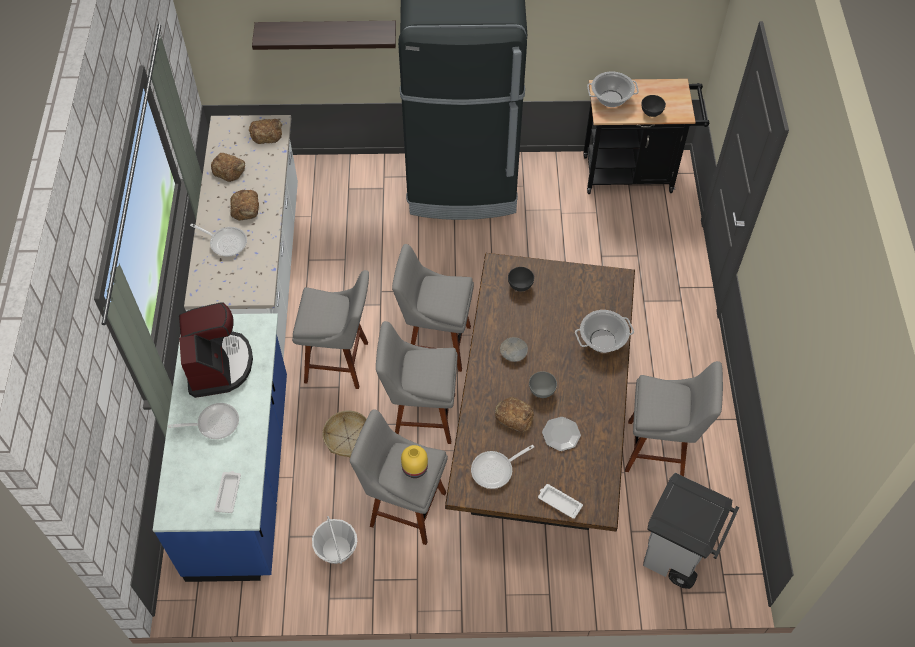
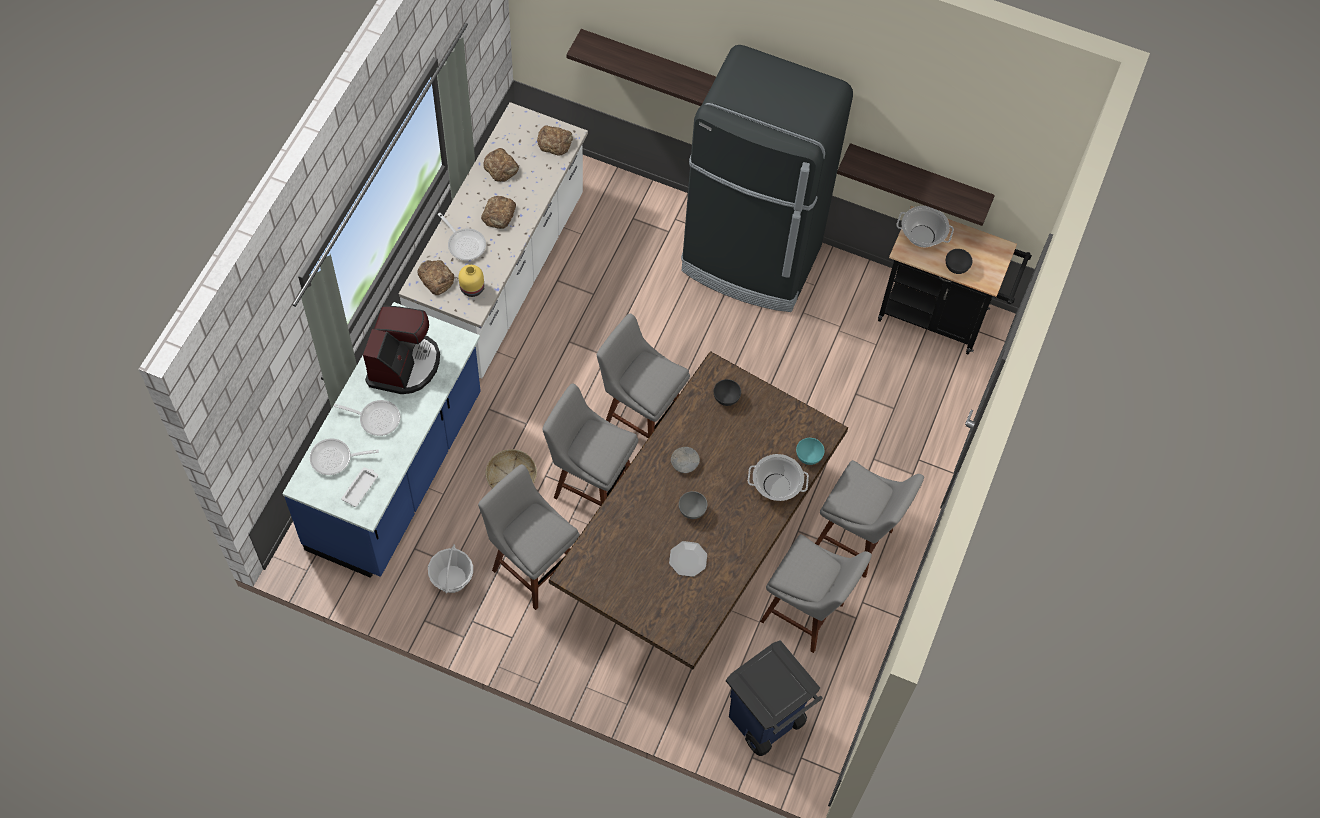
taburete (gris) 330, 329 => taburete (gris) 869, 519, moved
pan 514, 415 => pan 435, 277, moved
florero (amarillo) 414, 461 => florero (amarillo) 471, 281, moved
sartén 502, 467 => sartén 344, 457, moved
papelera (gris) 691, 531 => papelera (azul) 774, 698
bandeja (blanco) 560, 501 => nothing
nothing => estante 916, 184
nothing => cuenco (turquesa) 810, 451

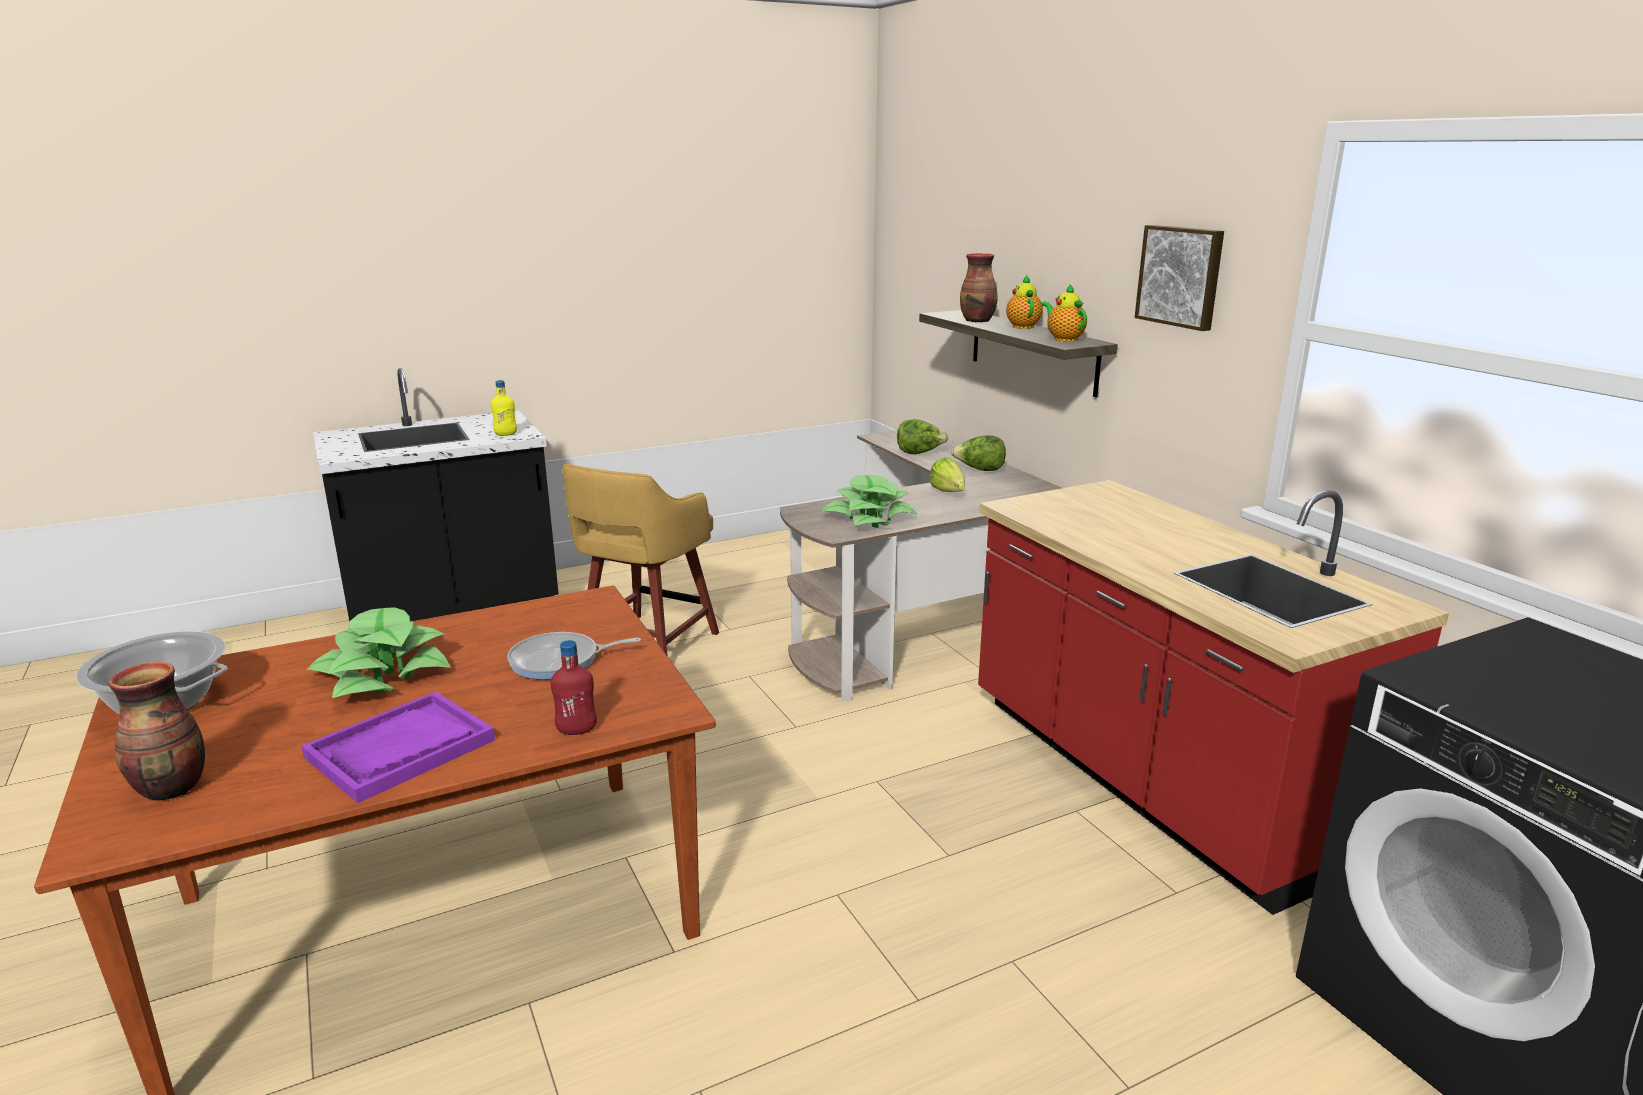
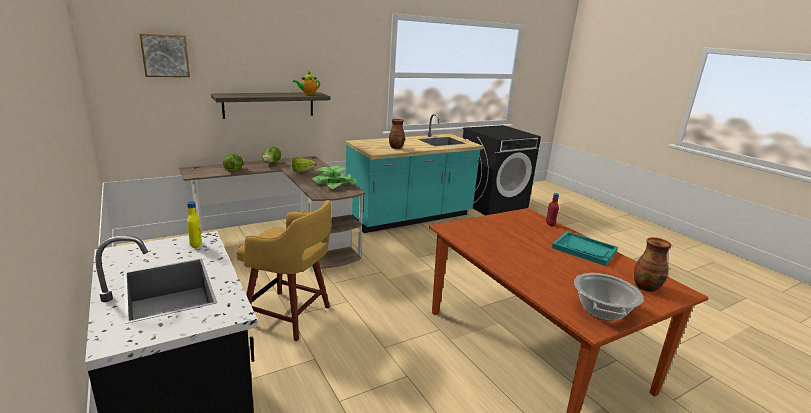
cuadro 1179, 278 => cuadro 164, 55, moved
florero 978, 288 => florero 397, 134, moved
tetera 1024, 302 => nothing
mueble bajo de cocina (rojo) 1213, 697 => mueble bajo de cocina (turquesa) 414, 173
planta en maceta 378, 652 => nothing
sartén 574, 656 => nothing
bandeja (morado) 398, 747 => bandeja (turquesa) 585, 248

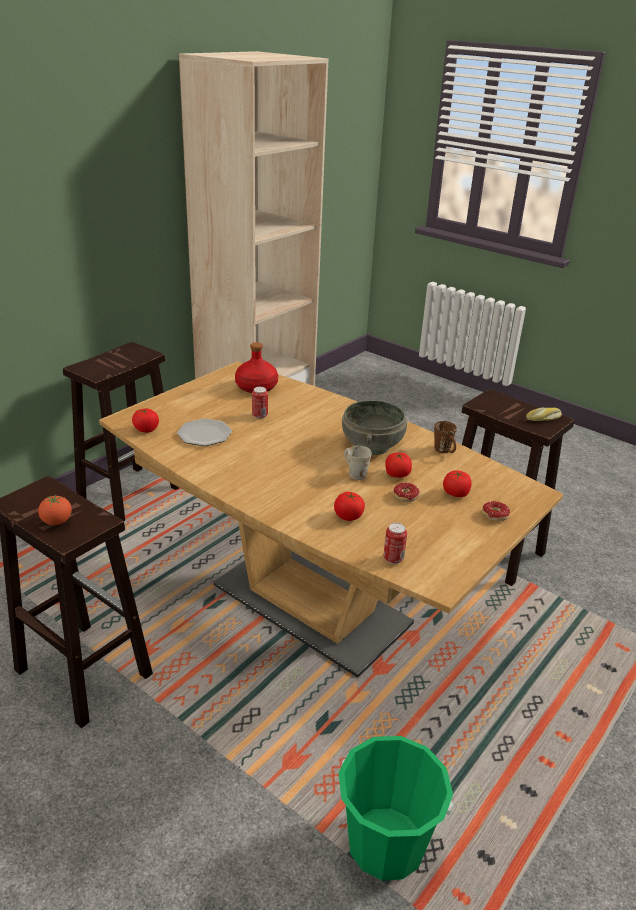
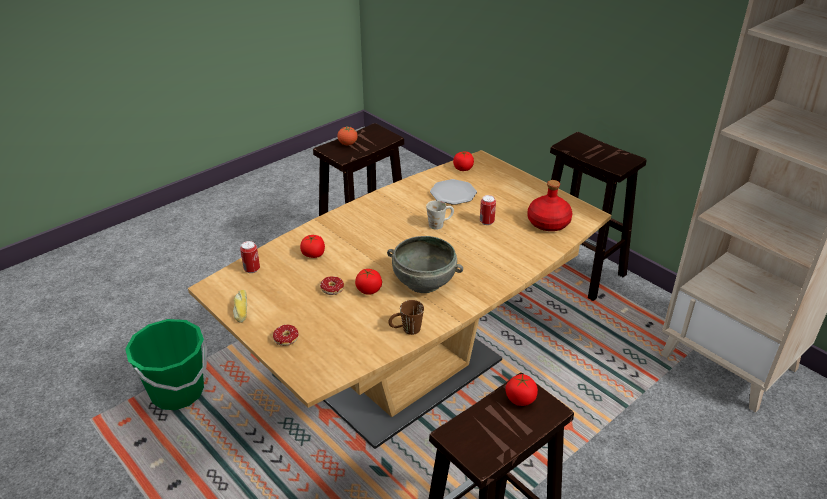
pan 544, 414 => pan 240, 306, moved
taza grande (blanco) 358, 463 => taza grande (blanco) 440, 215, moved
tomate 457, 483 => tomate 522, 390, moved

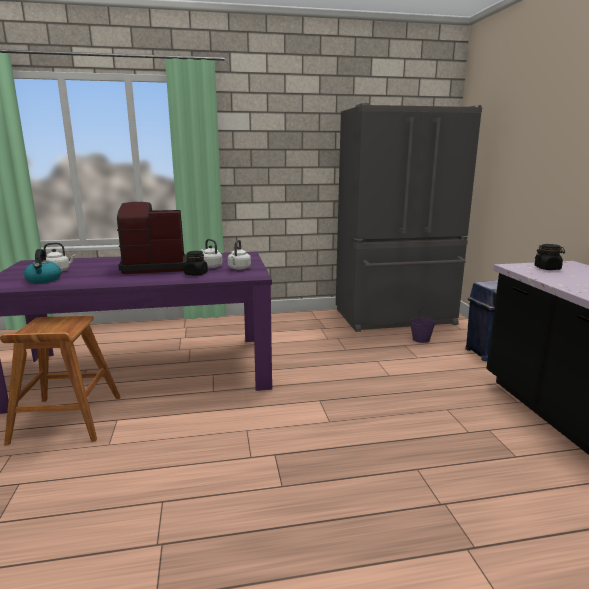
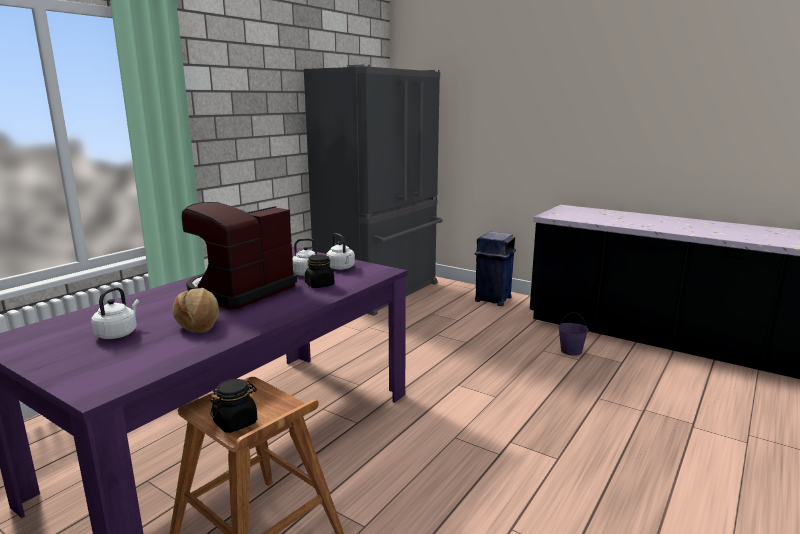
tarro (negro) 549, 257 => tarro (negro) 233, 406, moved
hervidor 42, 266 => nothing
cubo (morado) 423, 325 => cubo (morado) 573, 334, moved
nothing => pan 196, 310

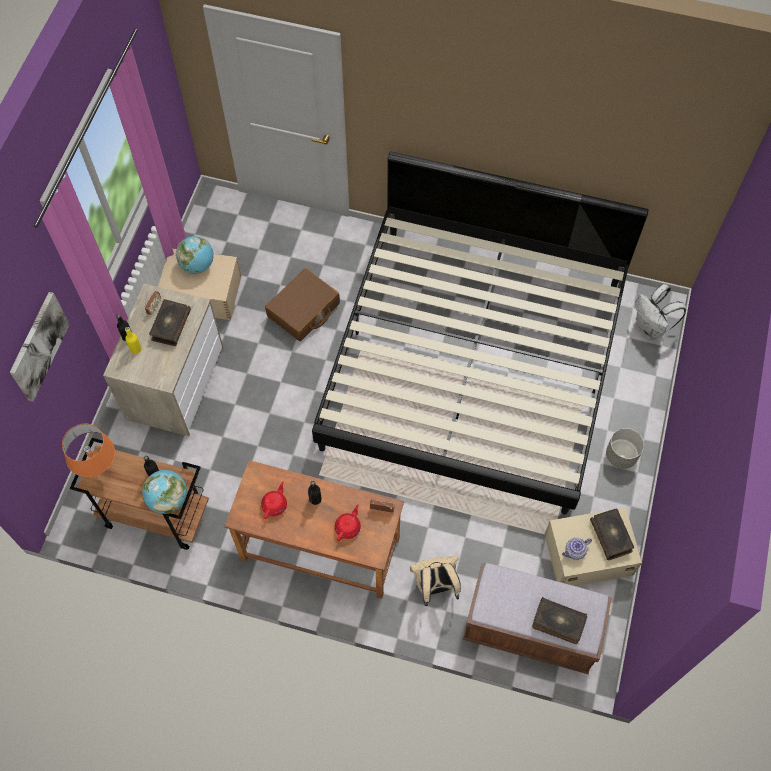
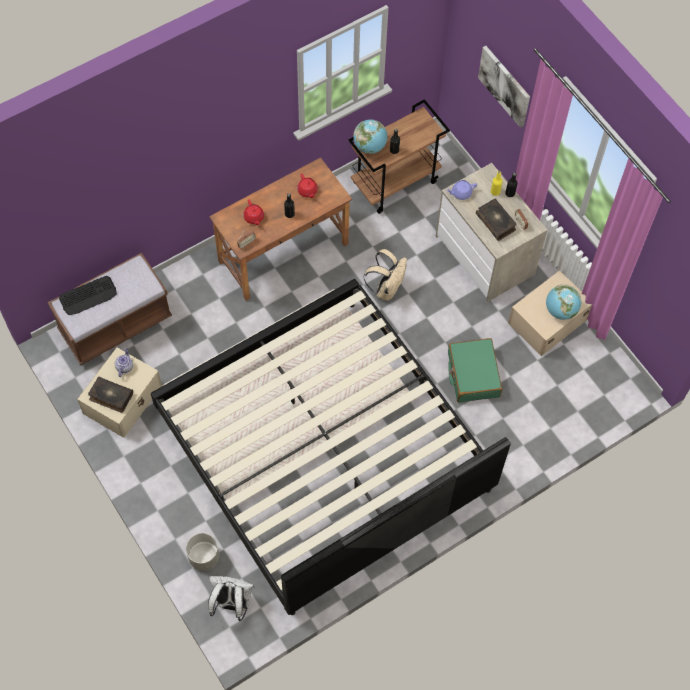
maleta (marrón) 302, 304 => maleta (verde) 475, 370
lámpara de mesa (naranja) 88, 450 => nothing
maceta (gris) 625, 448 => maceta (gris) 202, 552, moved
mochila (beis) 435, 581 => mochila (beis) 385, 275, moved
libro 559, 620 => teclado 88, 295
nothing => tetera (morado) 461, 190

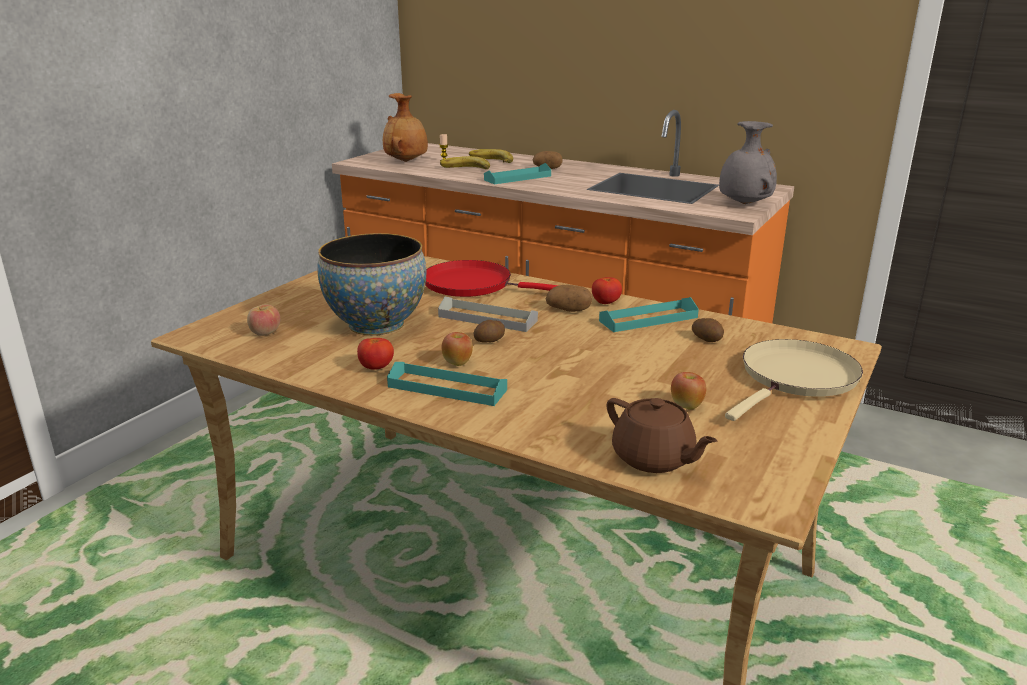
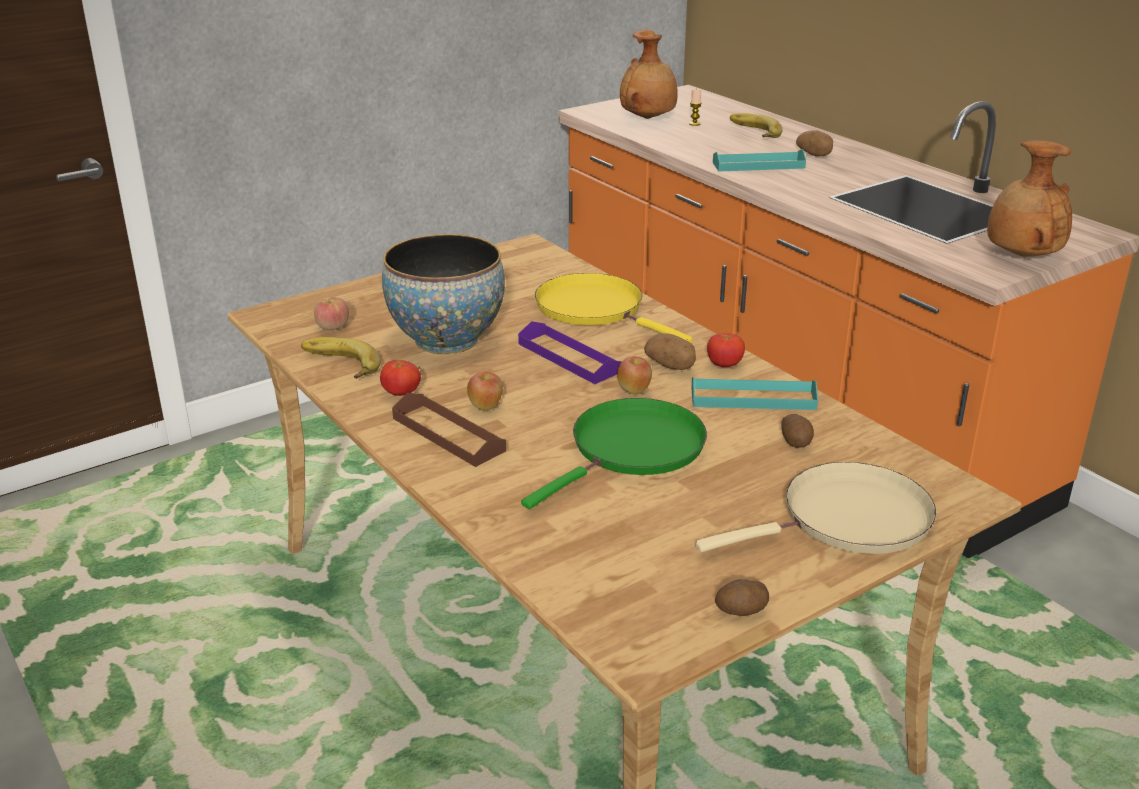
florero (gris) 748, 162 => florero (marrón) 1029, 198
plátano 465, 162 => plátano 341, 358, moved
sartén (rojo) 491, 278 => sartén (amarillo) 614, 308
bandeja (gris) 488, 314 => bandeja (morado) 569, 352
patata 489, 331 => patata 742, 597, moved
bandeja (turquesa) 447, 384 => bandeja (marrón) 449, 430
manzana 688, 391 => manzana 634, 375, moved
tetera (marrón) 662, 435 => nothing
nothing => sartén (verde) 614, 453

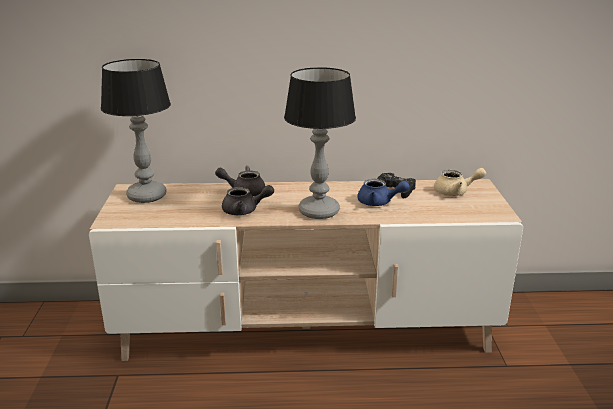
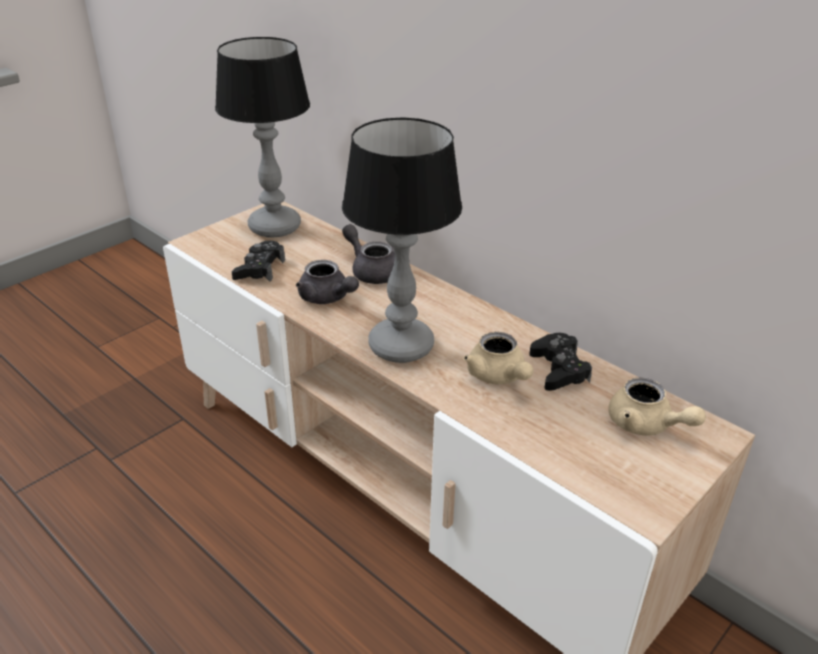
tetera (azul) 383, 192 => tetera (beis) 498, 358
nothing => mando de consola (negro) 258, 261

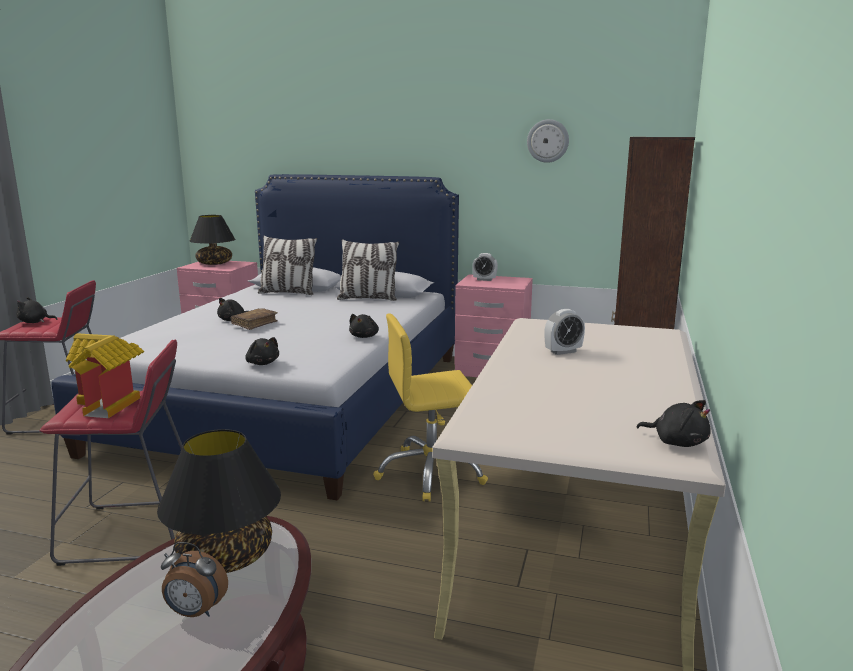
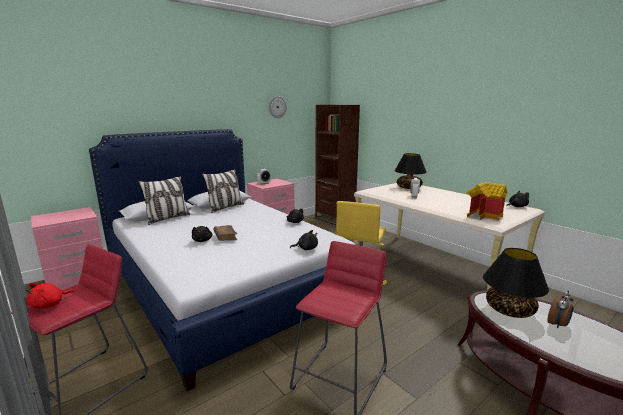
lámpara de mesa (negro) 212, 240 => lámpara de mesa (negro) 410, 171, moved
peluche (negro) 37, 310 => peluche (rojo) 50, 295
casita 105, 375 => casita 486, 201, moved

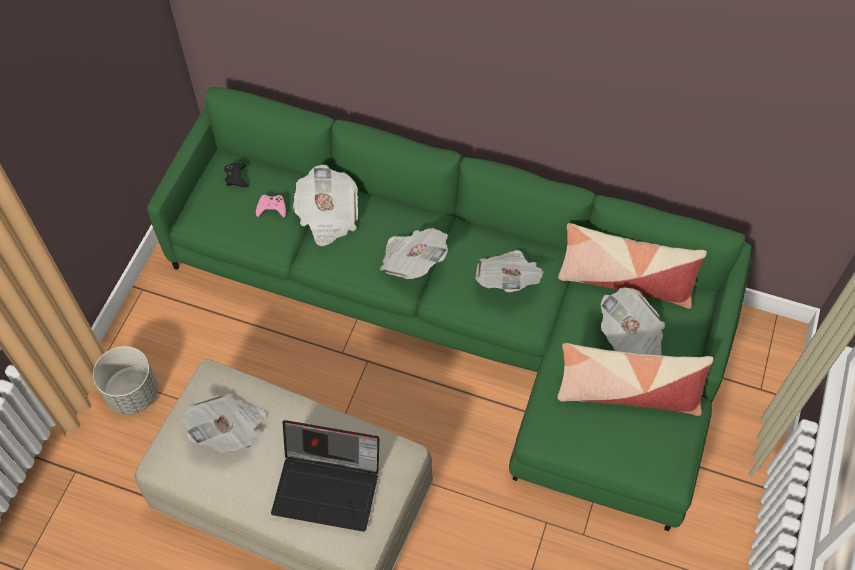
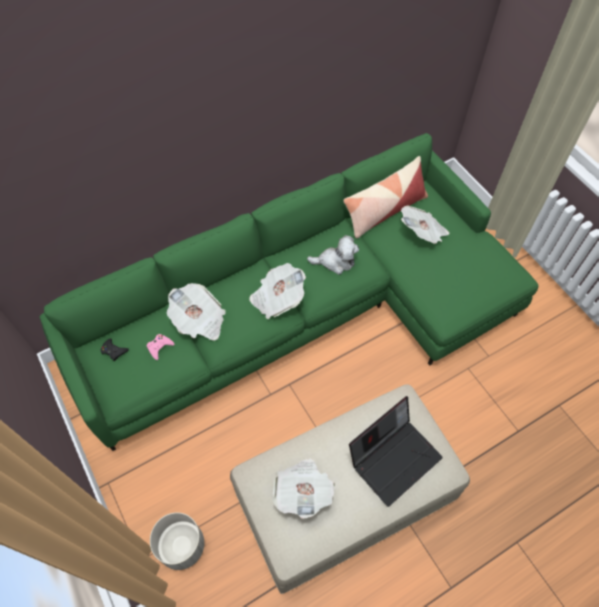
periódico 509, 271 => peluche 333, 255
cojín 635, 379 => nothing

